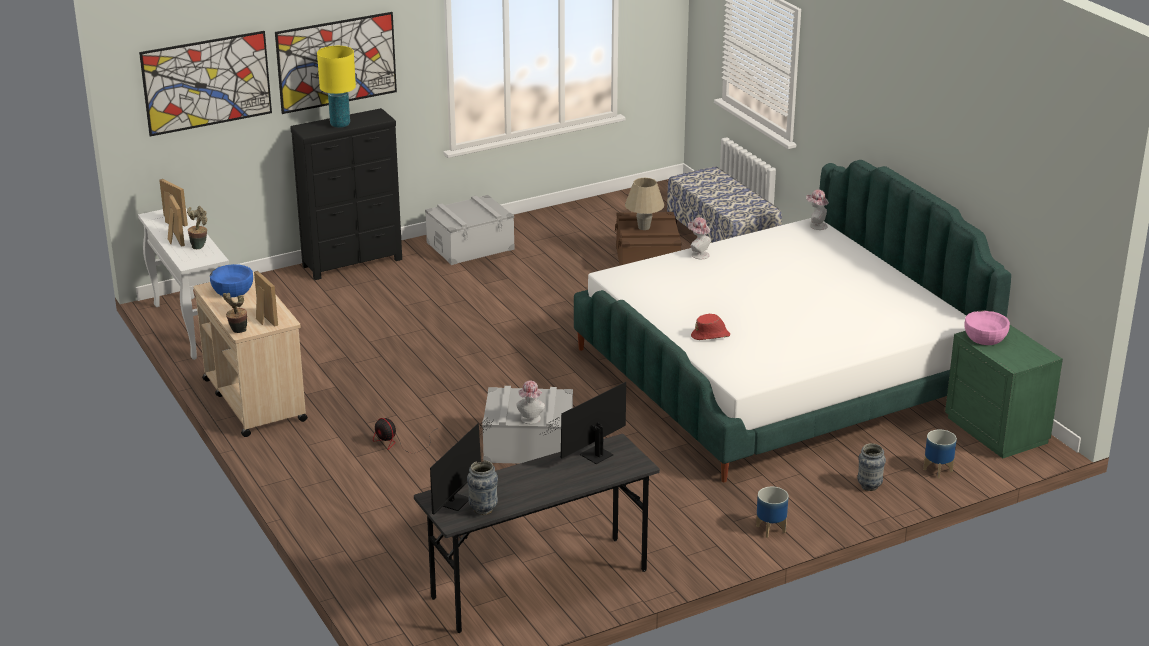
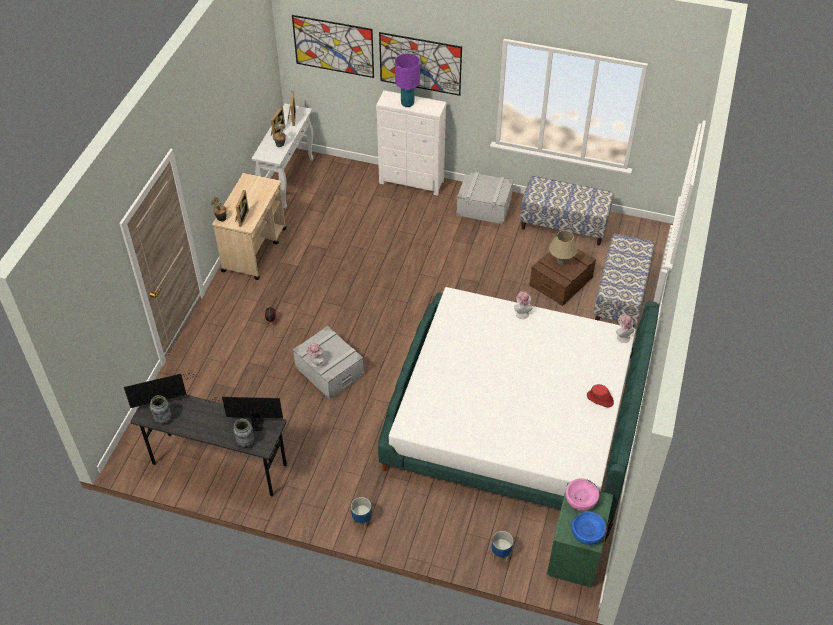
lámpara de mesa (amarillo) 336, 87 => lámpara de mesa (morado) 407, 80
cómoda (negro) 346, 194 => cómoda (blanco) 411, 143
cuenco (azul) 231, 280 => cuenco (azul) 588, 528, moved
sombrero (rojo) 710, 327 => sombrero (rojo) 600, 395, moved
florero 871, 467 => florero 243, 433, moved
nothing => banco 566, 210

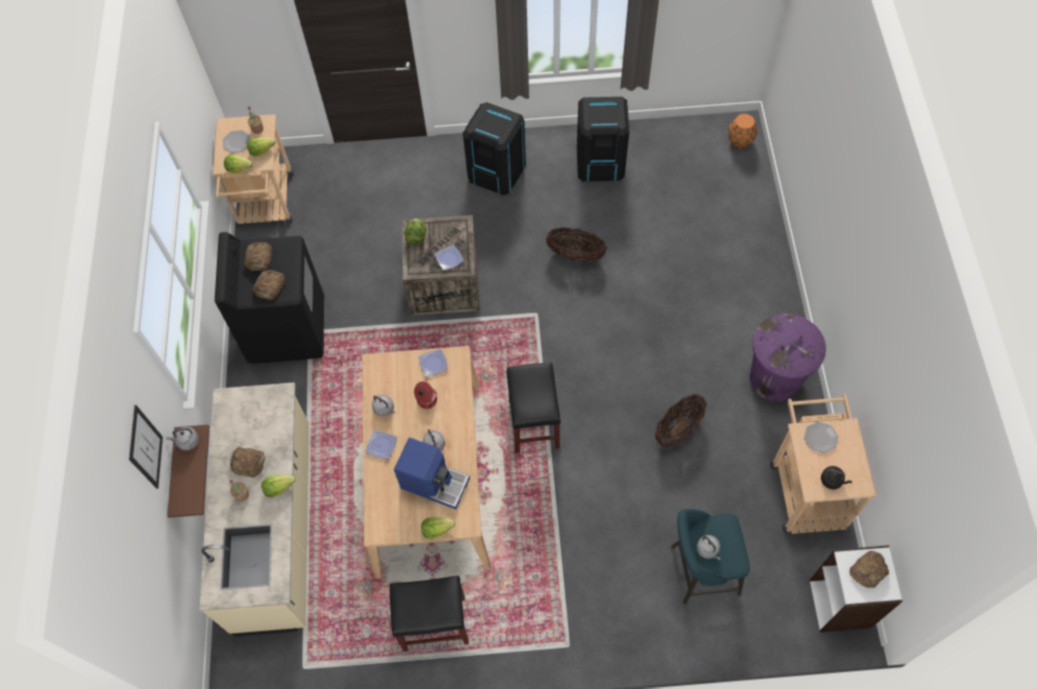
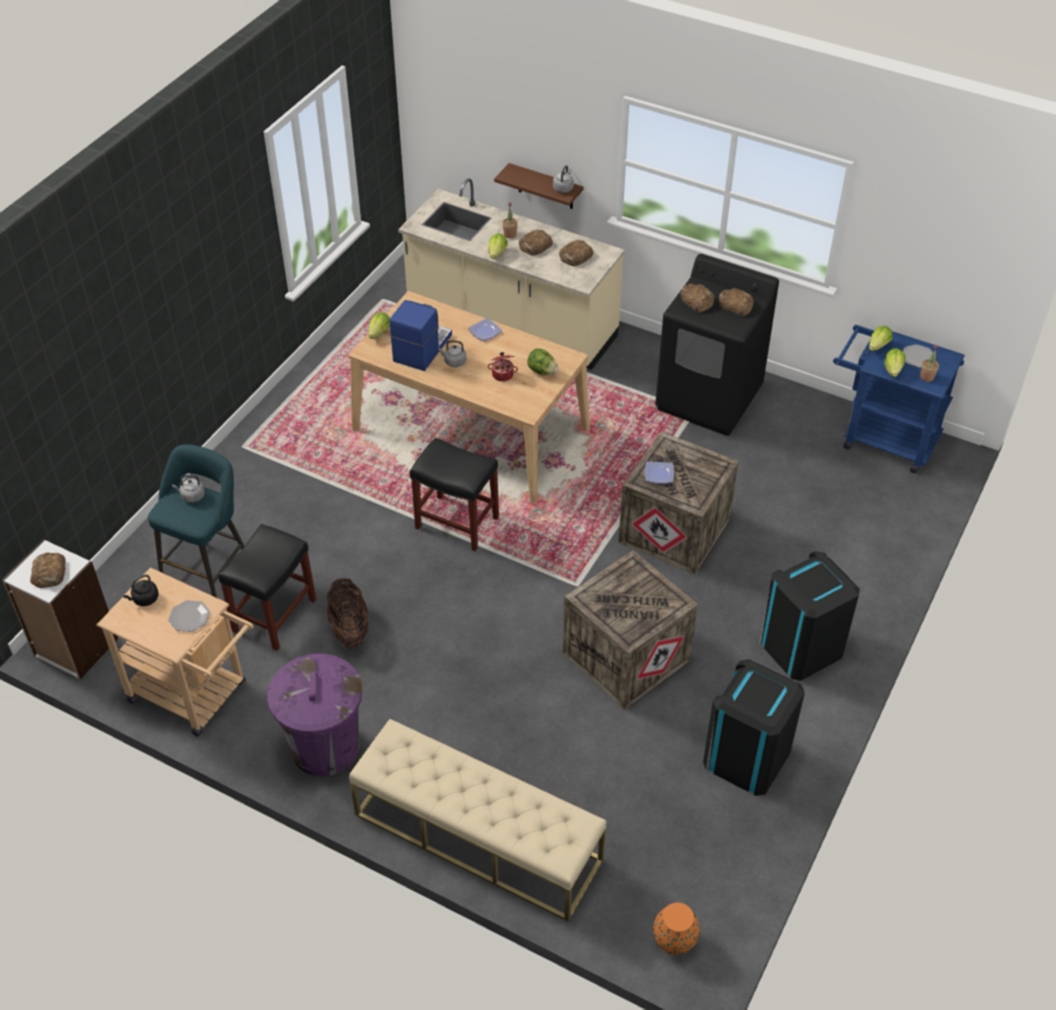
carrito (beis) 253, 170 => carrito (azul) 899, 399
lechuga 415, 232 => lechuga 542, 362, moved
cesta 576, 244 => caja de embalaje 630, 629
plato 433, 363 => nothing
hervidor (gris) 383, 406 => nothing
cuadro 146, 447 => nothing
cafetera 432, 473 => cafetera 421, 335, 150 degrees clockwise
taburete (negro) 429, 614 => taburete (negro) 267, 587, moved
nothing => pan 576, 253
nothing => banco (beis) 477, 820

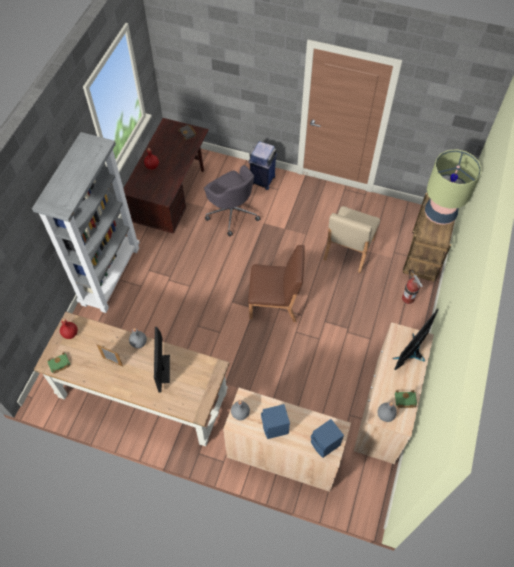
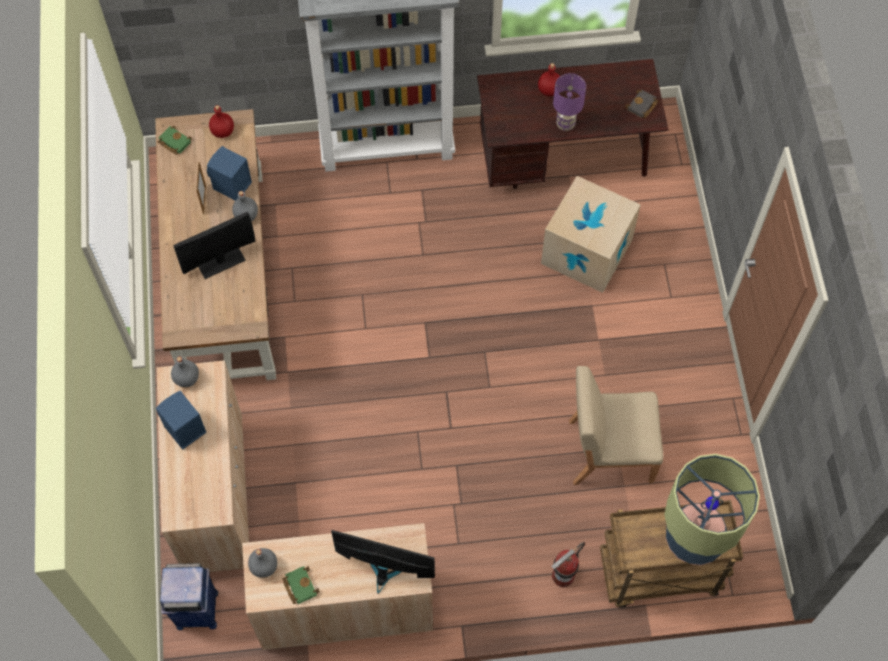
papelera (azul) 262, 165 => papelera (azul) 189, 596, moved
silla de oficina (gris) 232, 201 => caja de cartón 591, 234
silla (marrón) 276, 284 => nothing
altavoz (azul) 327, 438 => altavoz (azul) 229, 173, moved
nothing => lámpara de mesa (morado) 569, 102

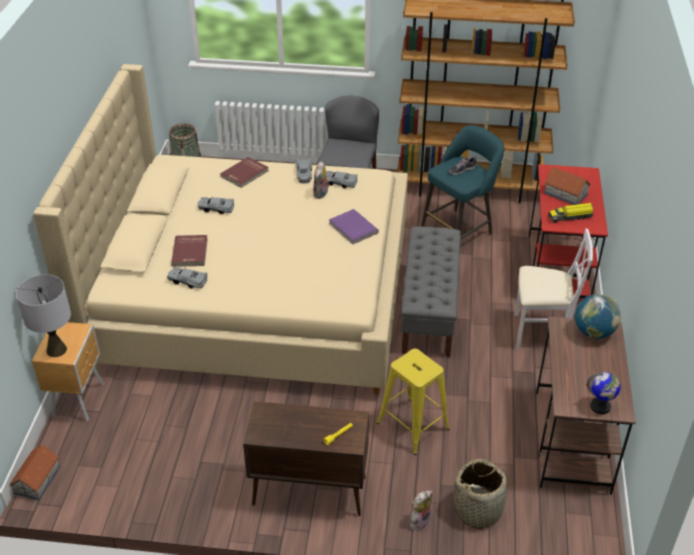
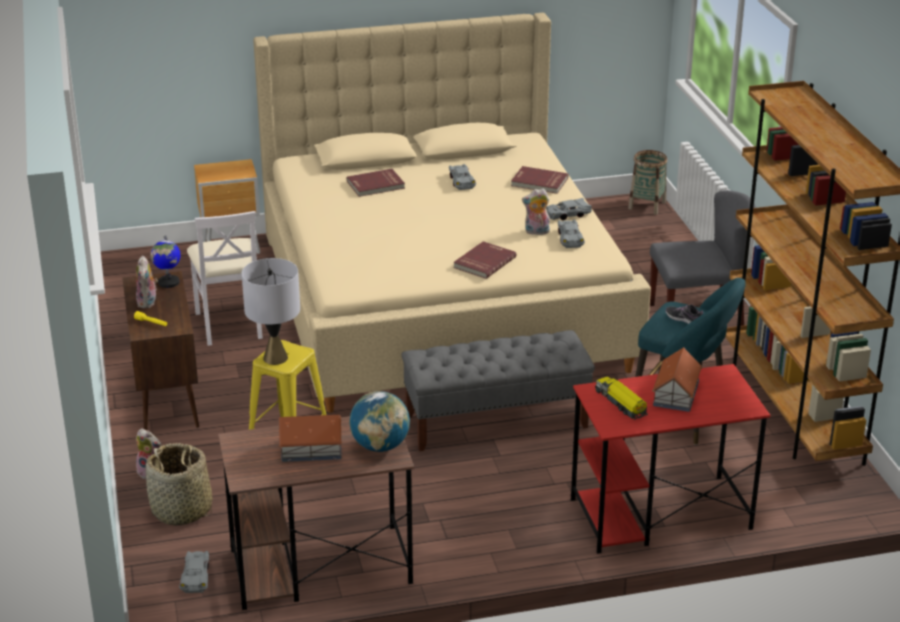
libro (morado) 354, 226 => libro (rojo) 484, 260
silla (blanco) 554, 289 => silla (blanco) 225, 278, moved
coche de juguete (gris) 187, 278 => coche de juguete (gris) 194, 572, moved
lámpara de mesa (gris) 43, 315 => lámpara de mesa (gris) 271, 311, moved
globo terráqueo 603, 393 => globo terráqueo 166, 261, moved
casita 35, 472 => casita 310, 438, moved
nothing => peluche 147, 282

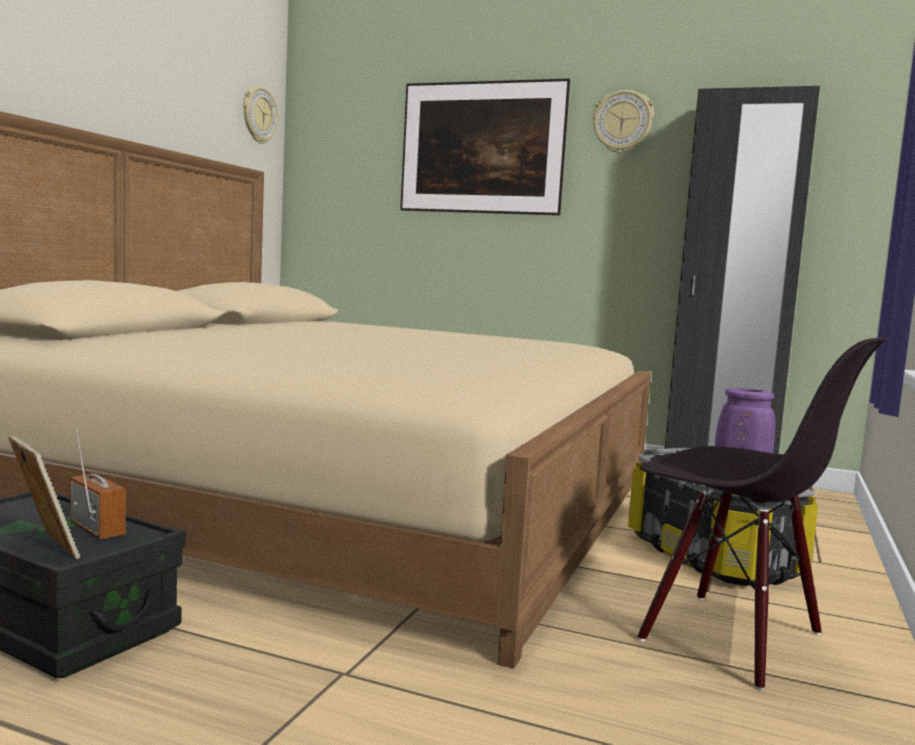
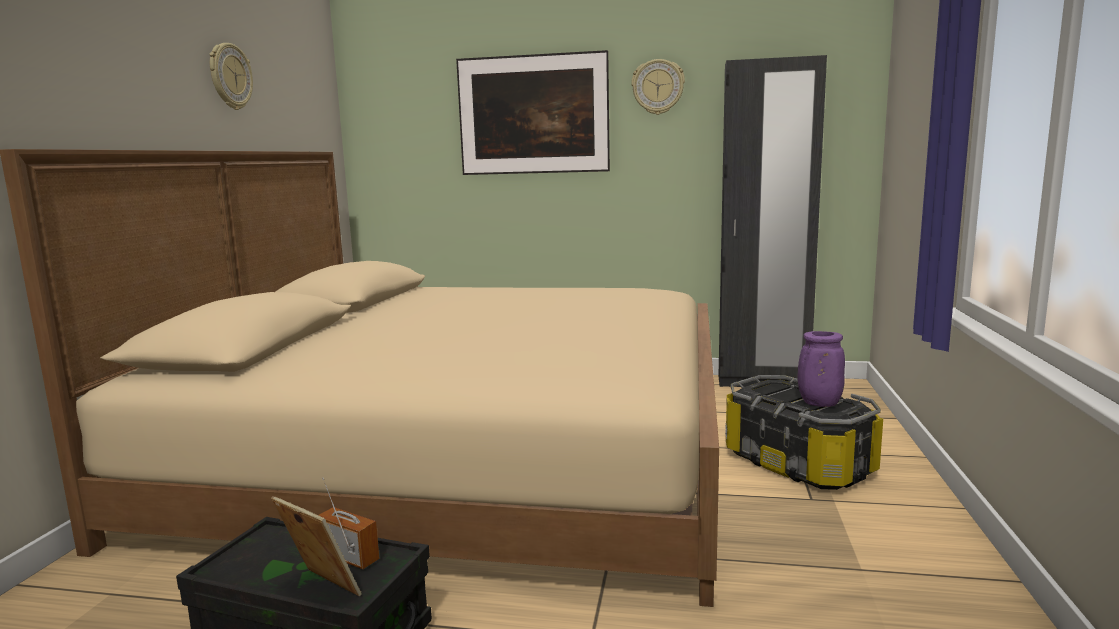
reloj de pared 261, 115 => reloj de pared 231, 76, moved
silla (negro) 762, 513 => nothing

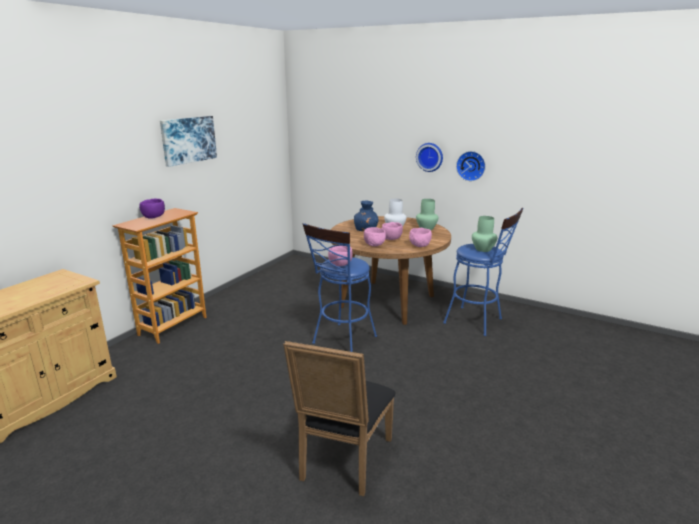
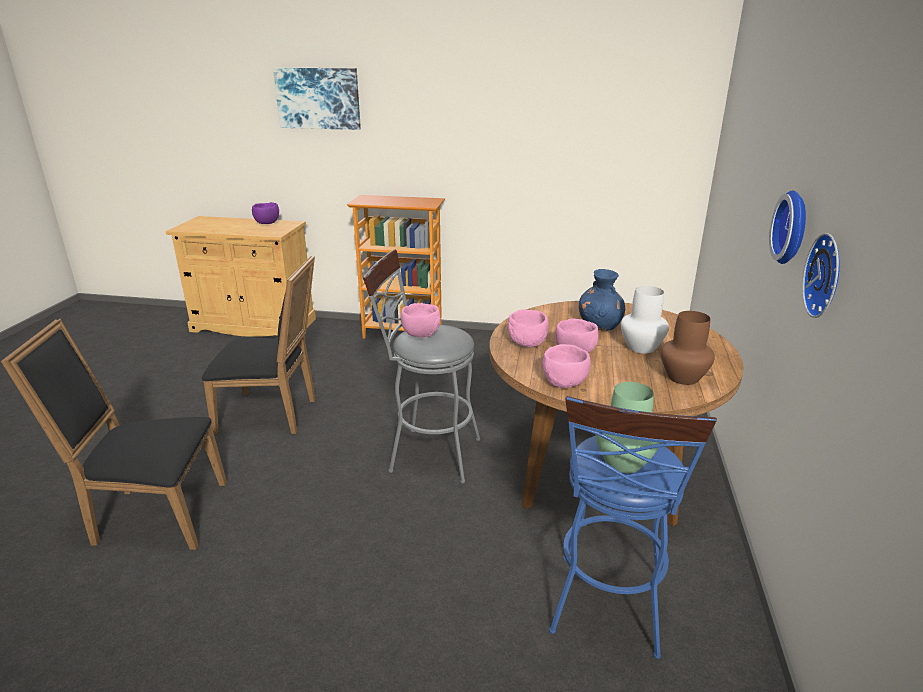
cuadro 188, 141 => cuadro 317, 99, moved
cuenco (morado) 152, 209 => cuenco (morado) 265, 213, moved
florero (verde) 427, 214 => florero (marrón) 688, 348
taburete (azul) 340, 287 => taburete (gris) 421, 366
nothing => silla (negro) 259, 345

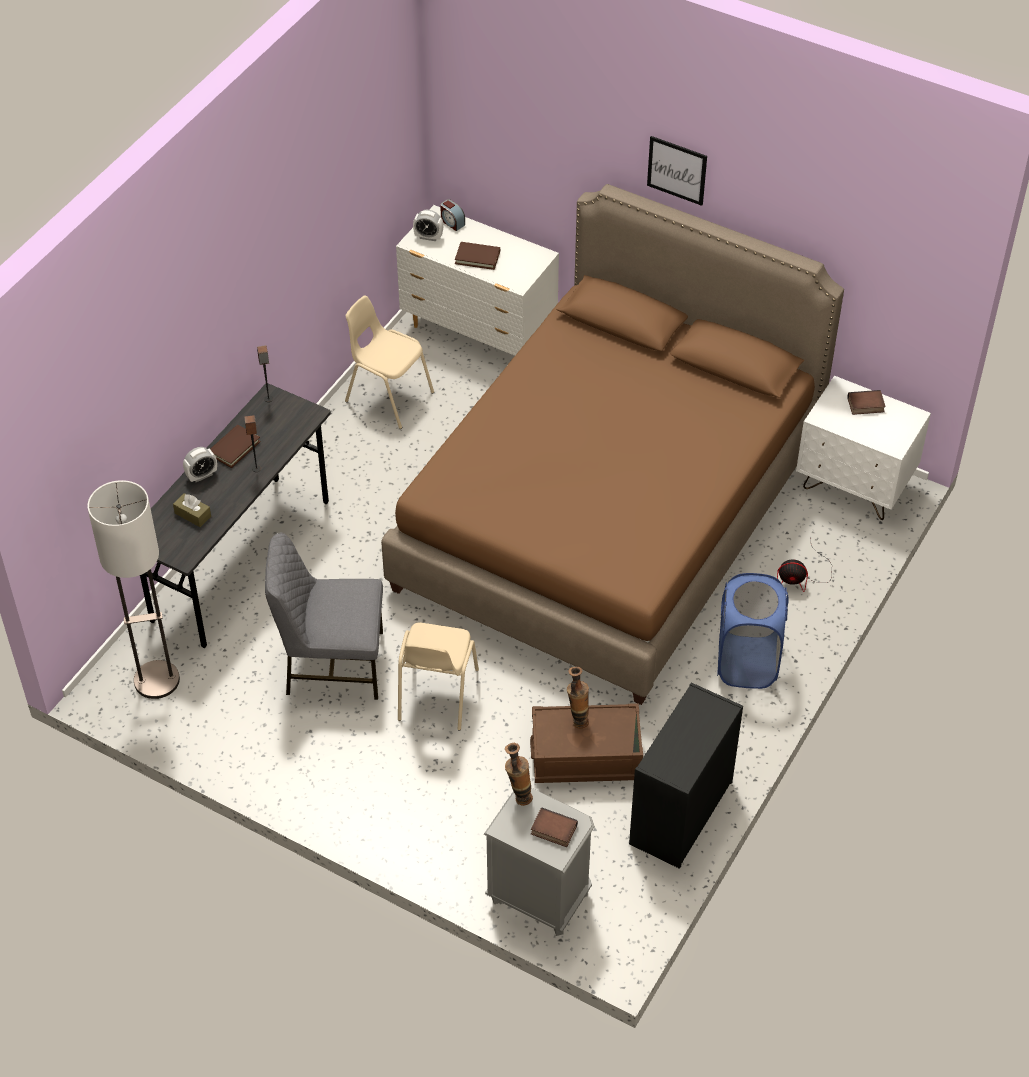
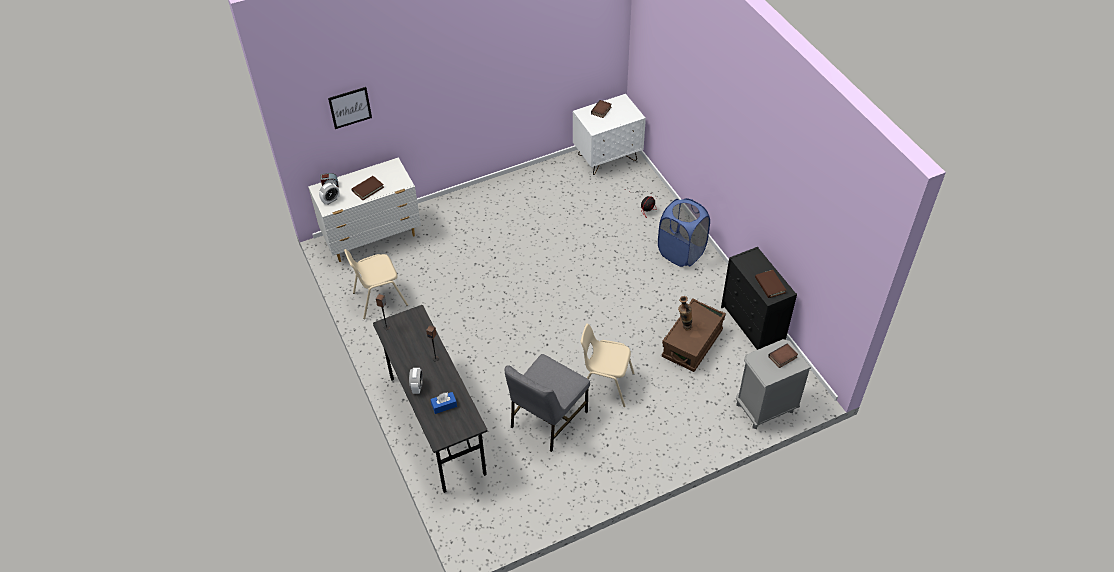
cuadro 677, 171 => cuadro 350, 108, moved
cama (marrón) 612, 444 => nothing
libro (marrón) 235, 446 => libro (marrón) 770, 284, moved
lámpara de pie 133, 589 => nothing
caja de pañuelos (marrón) 192, 510 => caja de pañuelos (azul) 444, 403
silla (beis) 438, 677 => silla (beis) 608, 365, 150 degrees clockwise
florero 519, 774 => nothing

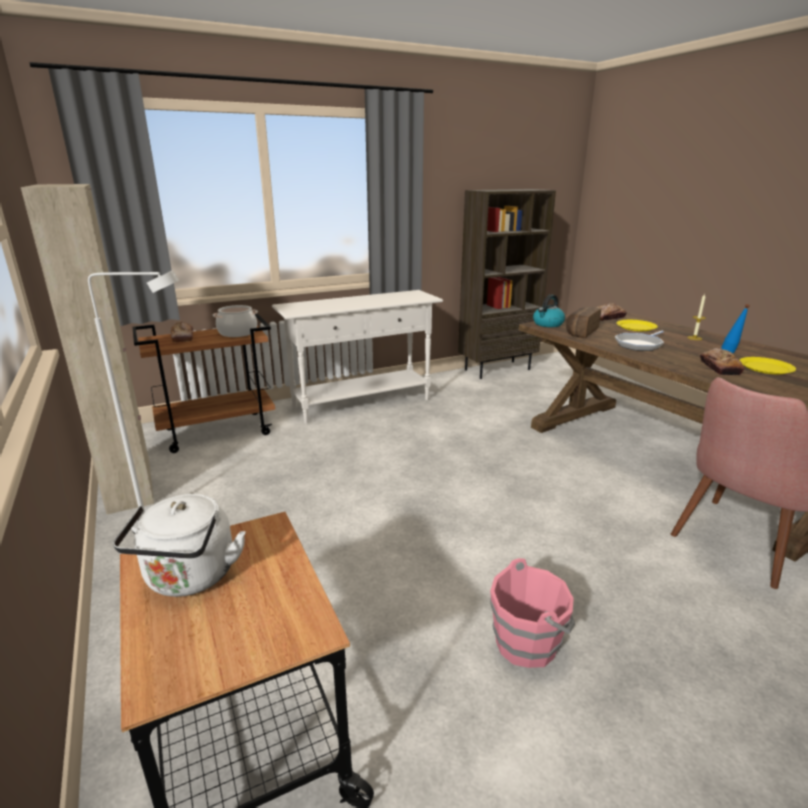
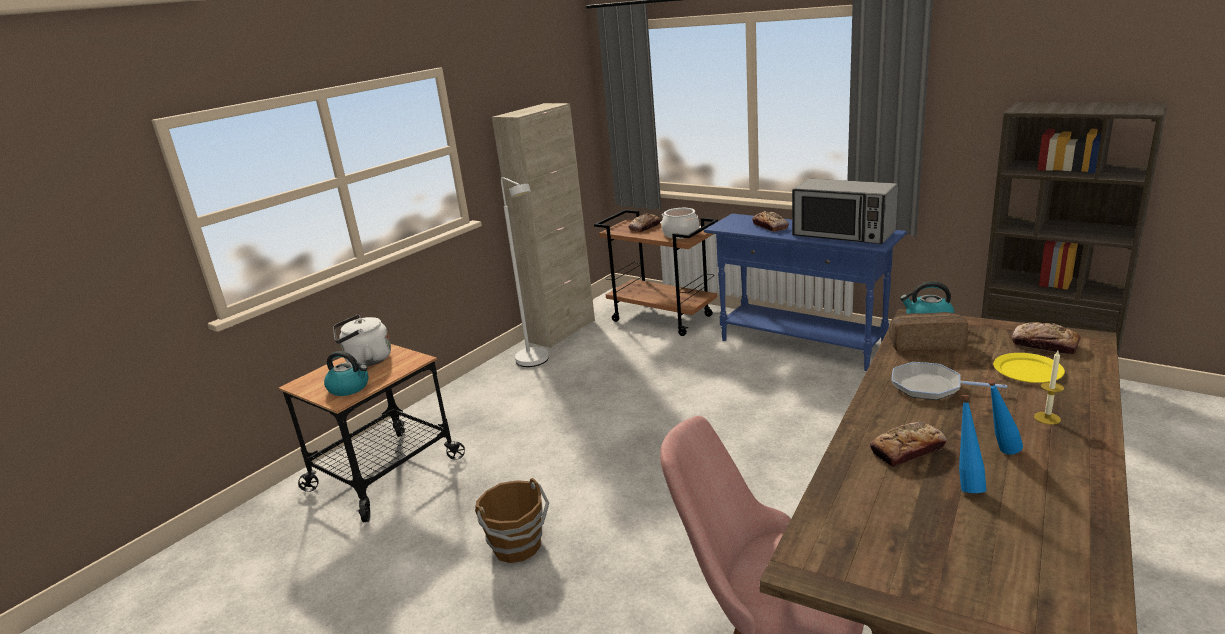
mesa consola (blanco) 357, 357 => mesa consola (azul) 805, 292
plato (amarillo) 768, 365 => botella (azul) 972, 444
cubo (rosa) 532, 613 => cubo (marrón) 512, 520
nothing => microondas 845, 211
nothing => pan 770, 221
nothing => hervidor 346, 373

